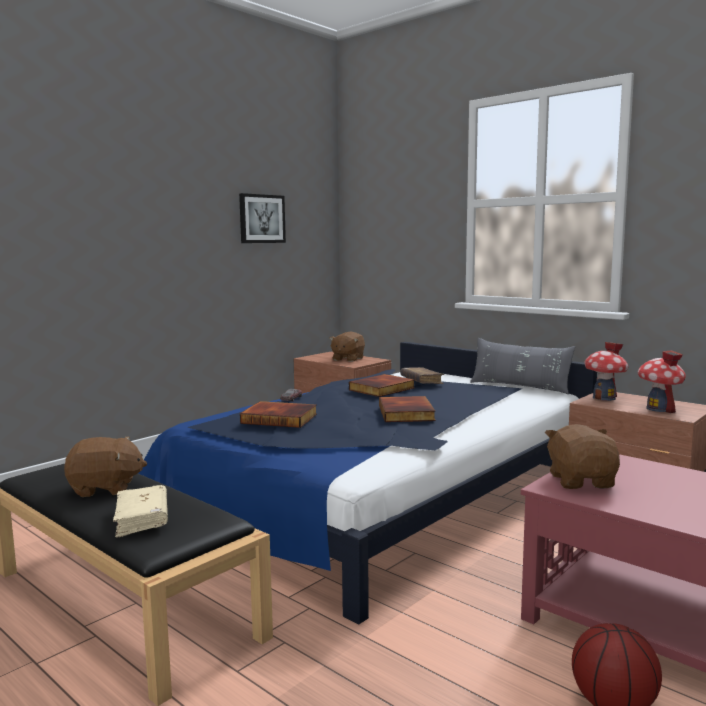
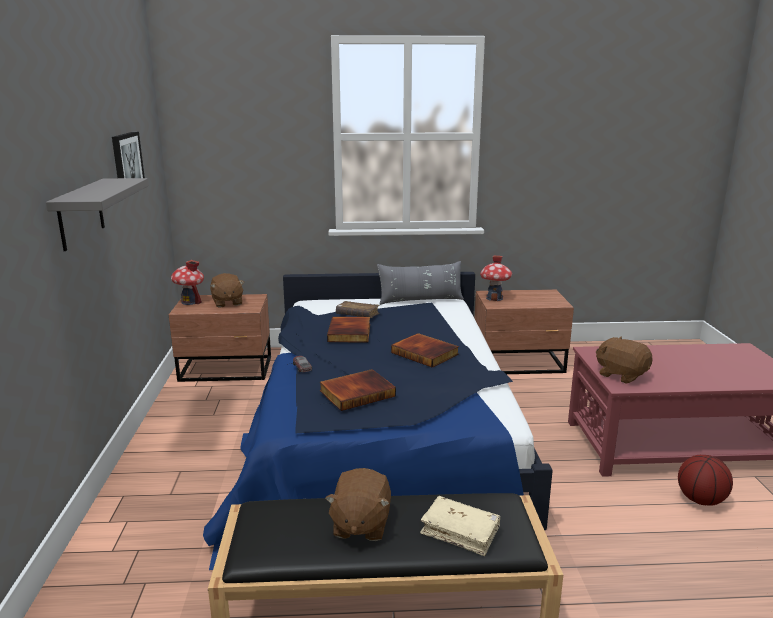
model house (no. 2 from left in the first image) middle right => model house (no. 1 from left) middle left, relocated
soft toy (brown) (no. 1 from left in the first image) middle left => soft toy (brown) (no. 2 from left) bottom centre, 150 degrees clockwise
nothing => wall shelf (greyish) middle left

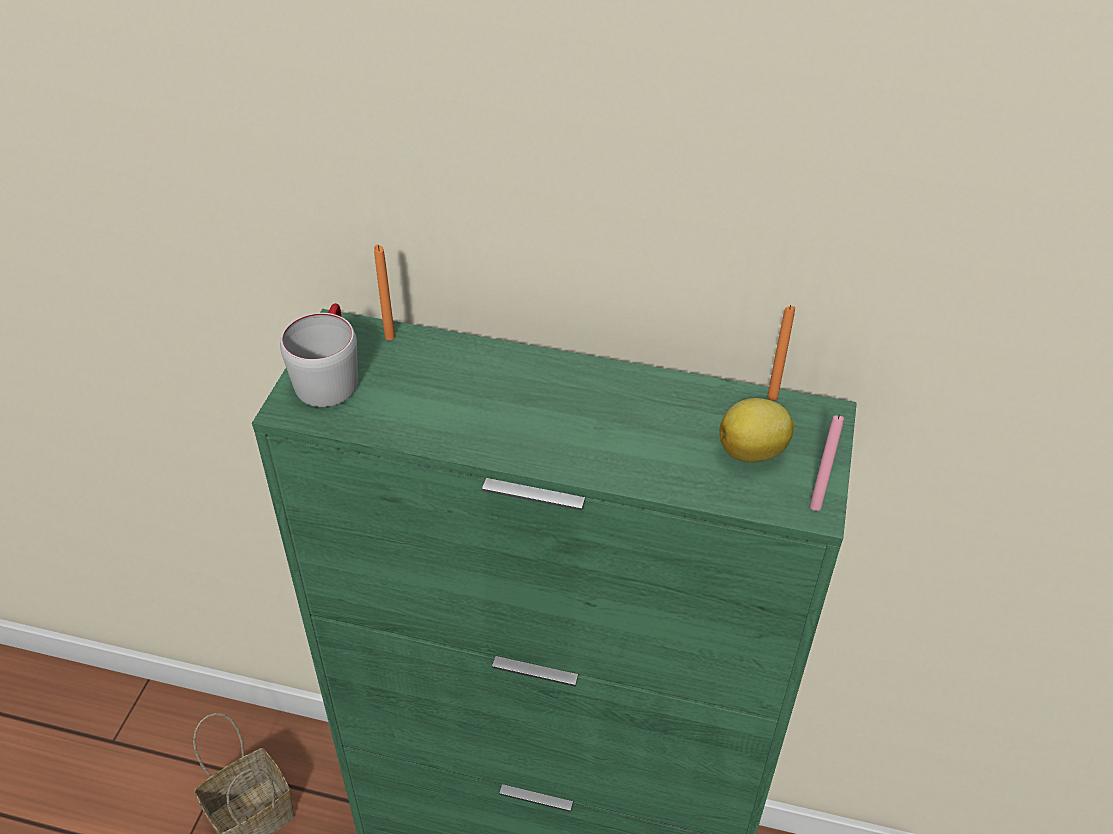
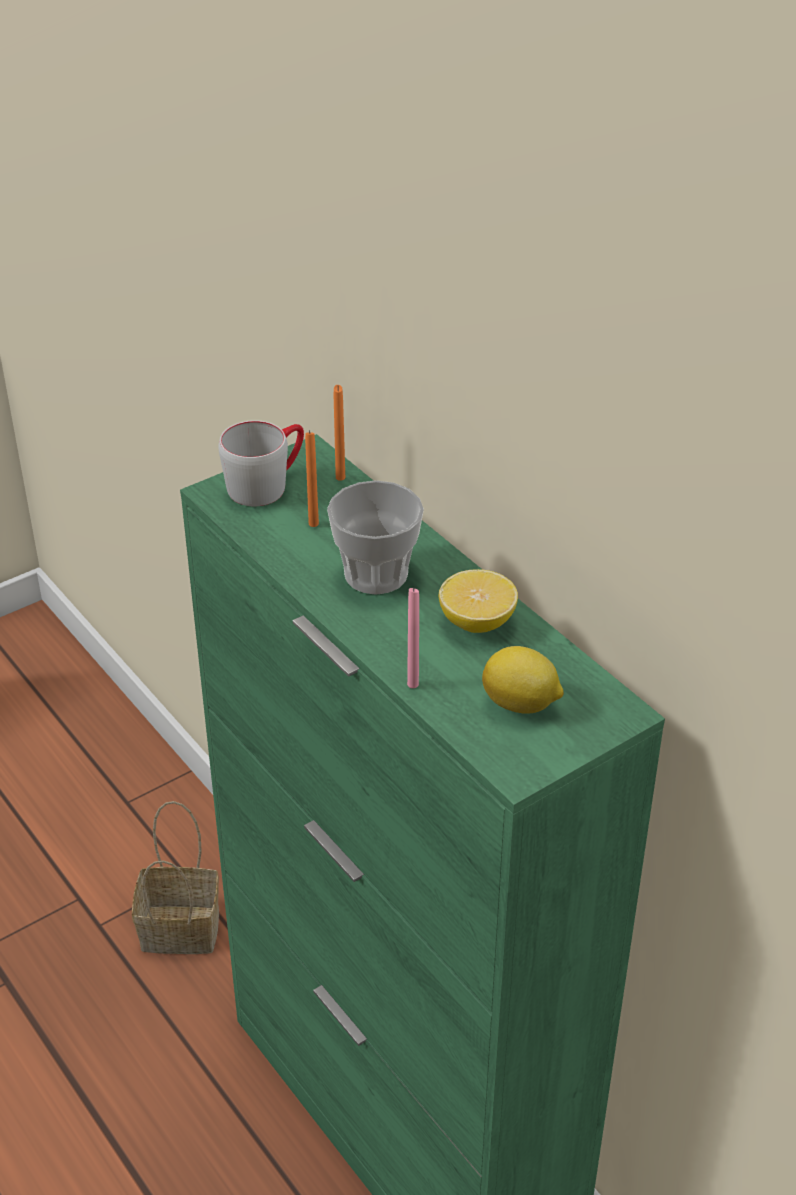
wax candle (orangey) (no. 2 from left in the first image) middle right => wax candle (orangey) (no. 1 from left) centre, relocated
wax candle (pink) middle right => wax candle (pink) centre, relocated
nothing => drinking cup centre
nothing => citrus fruit (no. 1 from left) centre

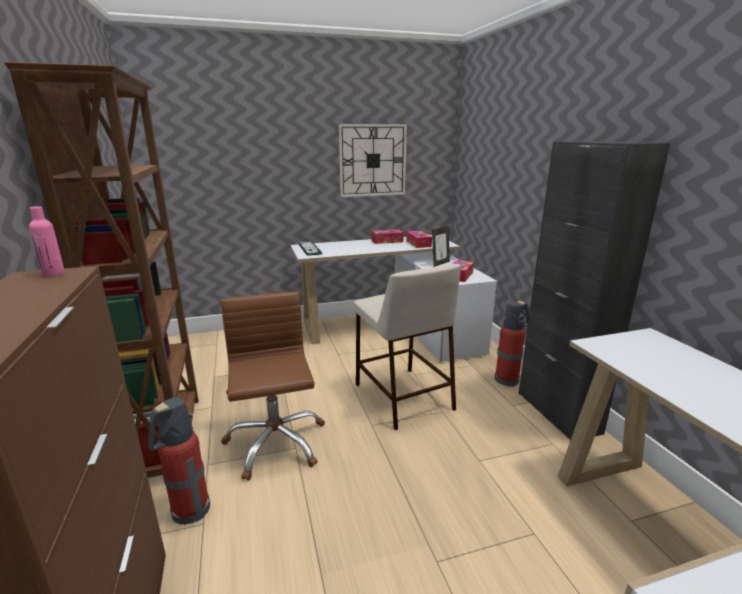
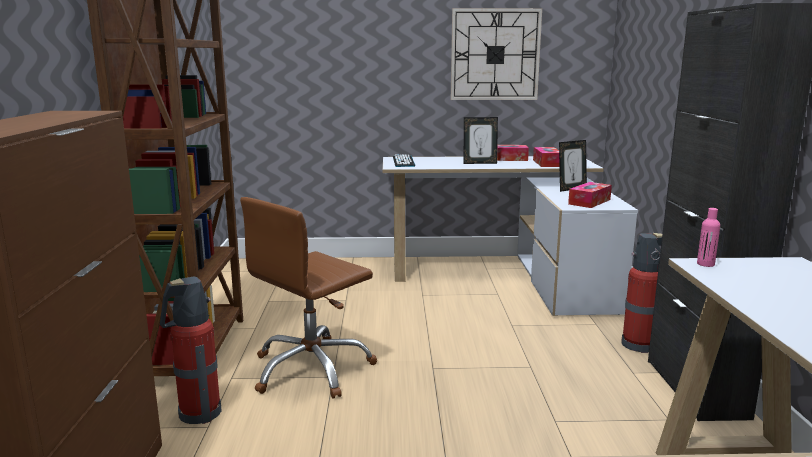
beverage bottle (pink) middle left => beverage bottle (pink) middle right, relocated
sitting stool (beige-coloured) centre => nothing
office chair (brown) centre, 135 degrees counterclockwise
nothing => photo frame (no. 1 from left) top centre

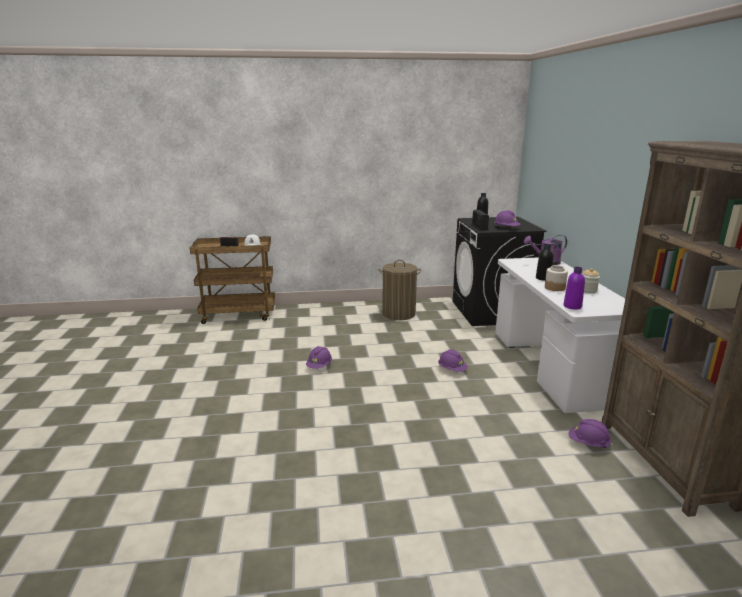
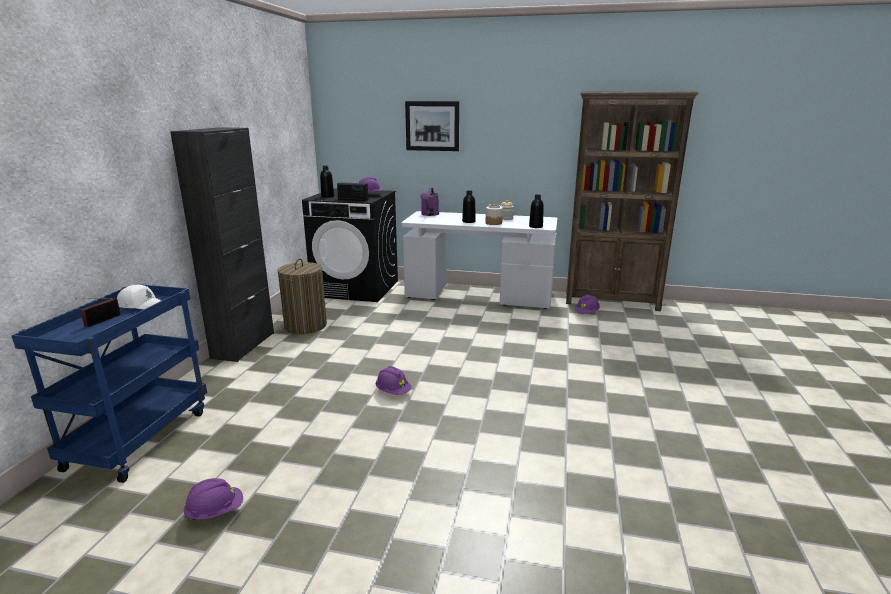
cart (brown) middle left => cart (blue) middle left
beverage bottle (purple-coloured) middle right => beverage bottle (black-coloured) (no. 3 from left) centre
work helmet (purple-coloured) (no. 2 from left in the first image) centre => work helmet (purple-coloured) (no. 1 from left) bottom left, relocated
nothing => wall picture top centre
nothing => storage cabinet (black-coloured) middle left

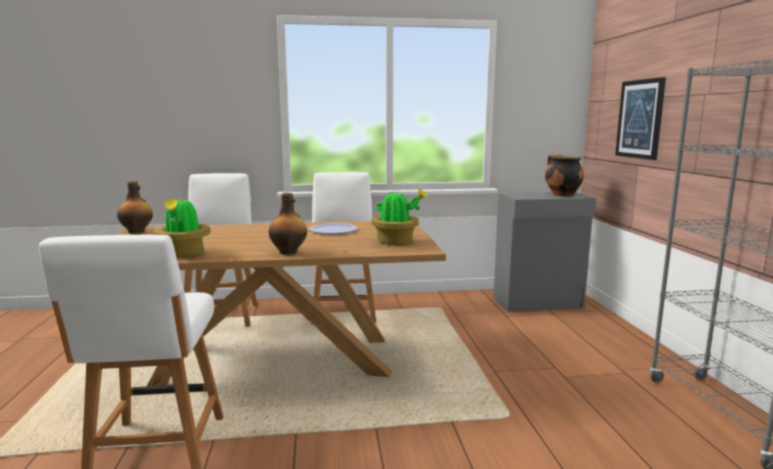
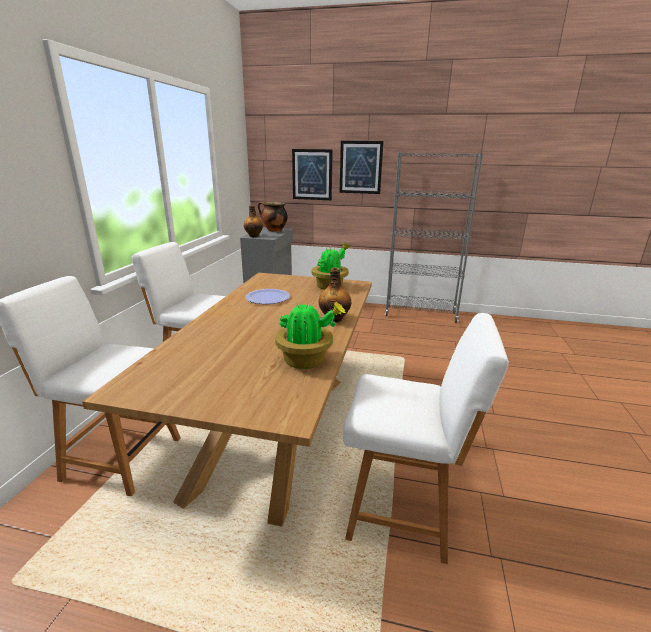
beverage bottle (no. 1 from left) middle left => beverage bottle (no. 1 from left) centre, relocated
nothing => wall picture (no. 2 from left) top centre

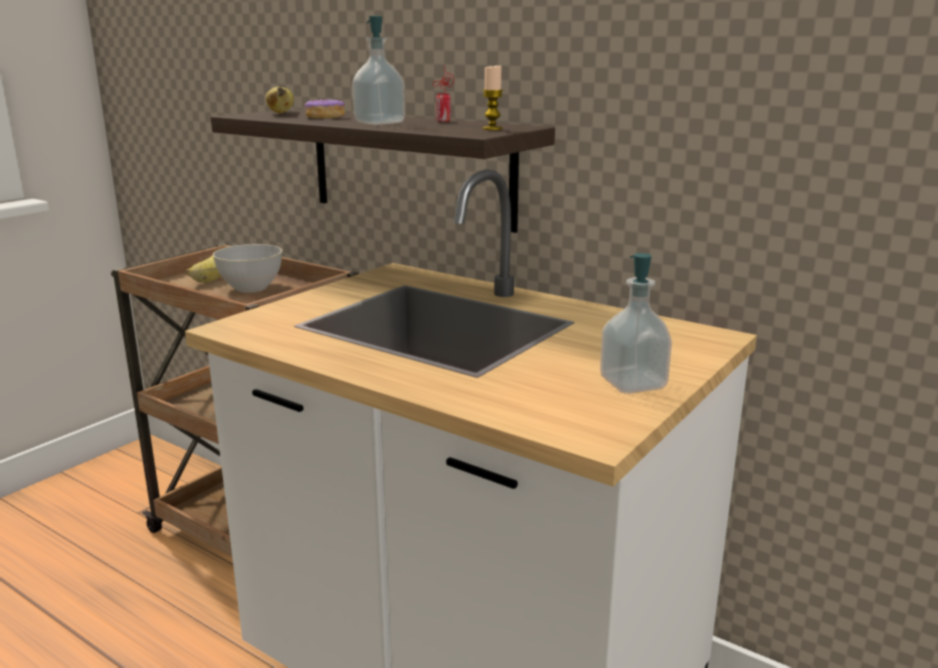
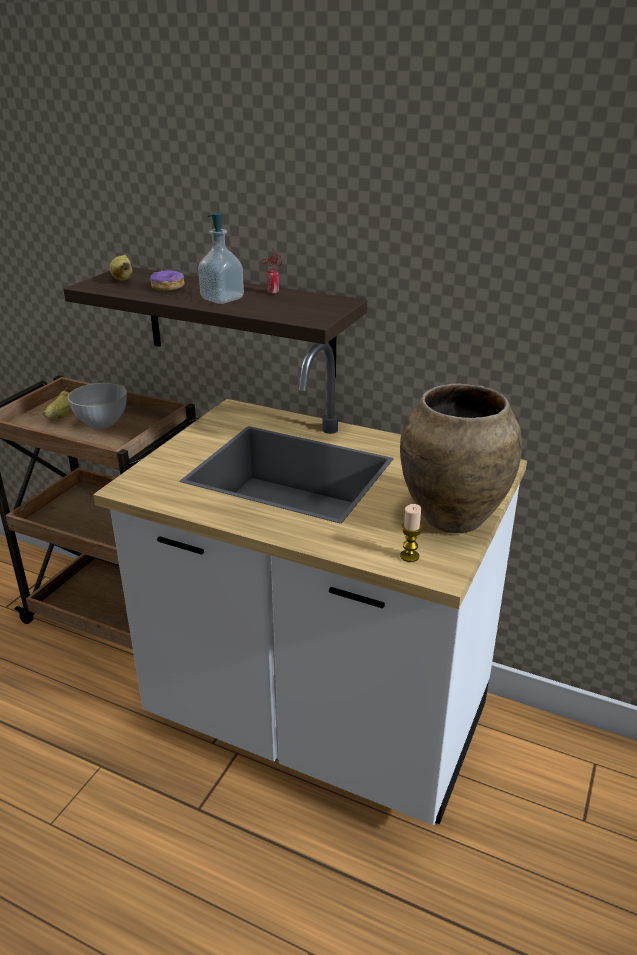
wax candle top centre => wax candle centre, relocated
soap dispenser (no. 2 from left) middle right => flower vase (brown) middle right

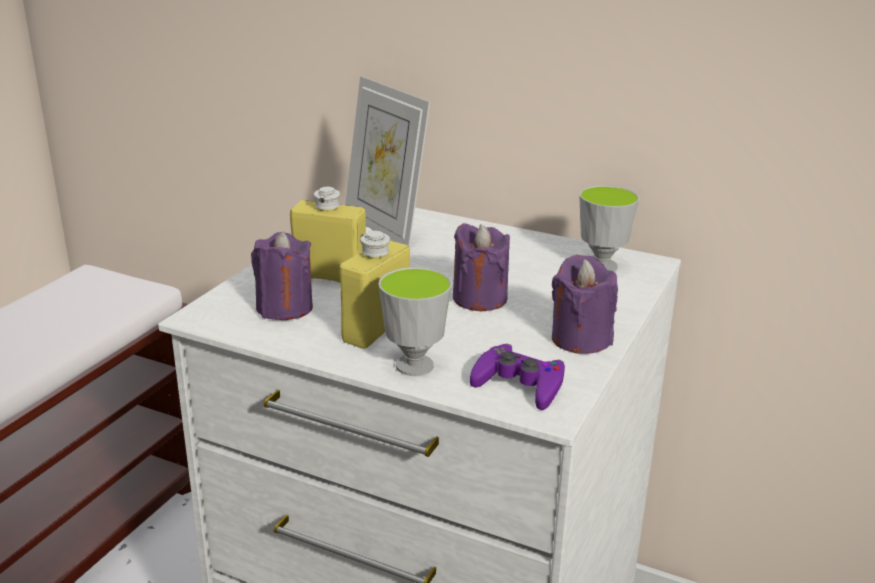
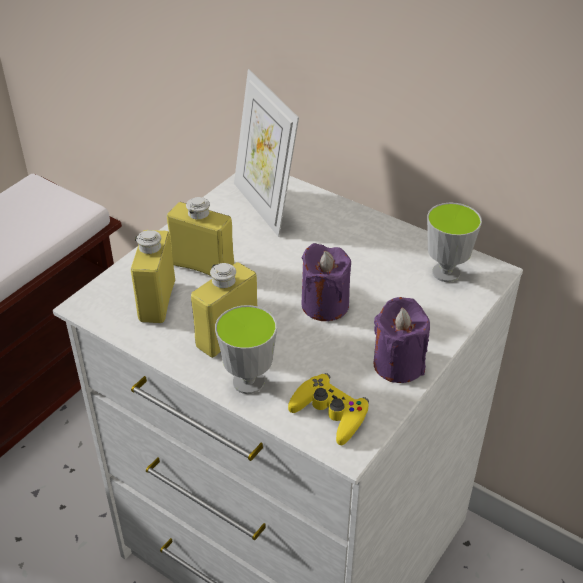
wax candle (purple-coloured) (no. 1 from left) middle left => beverage bottle (yellowish) (no. 1 from left) middle left
joypad (purple-coloured) centre => joypad (yellowish) bottom centre

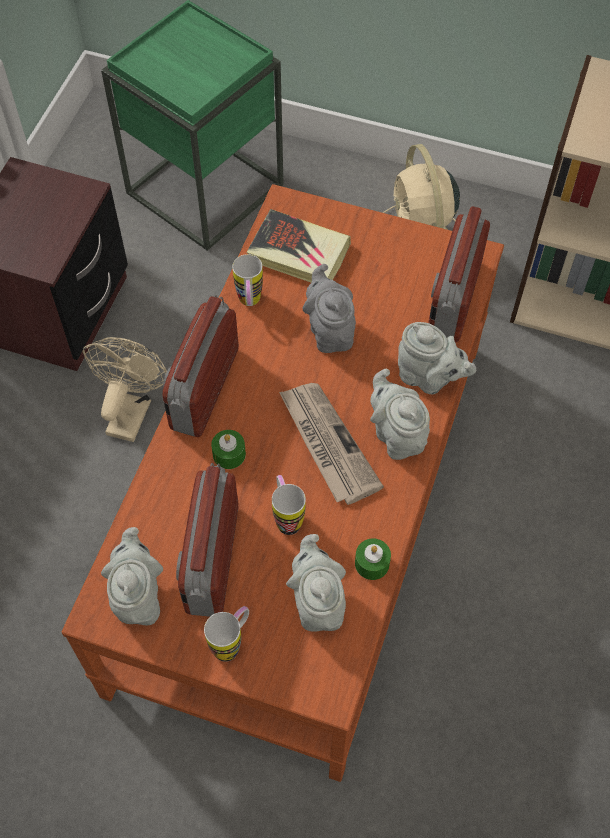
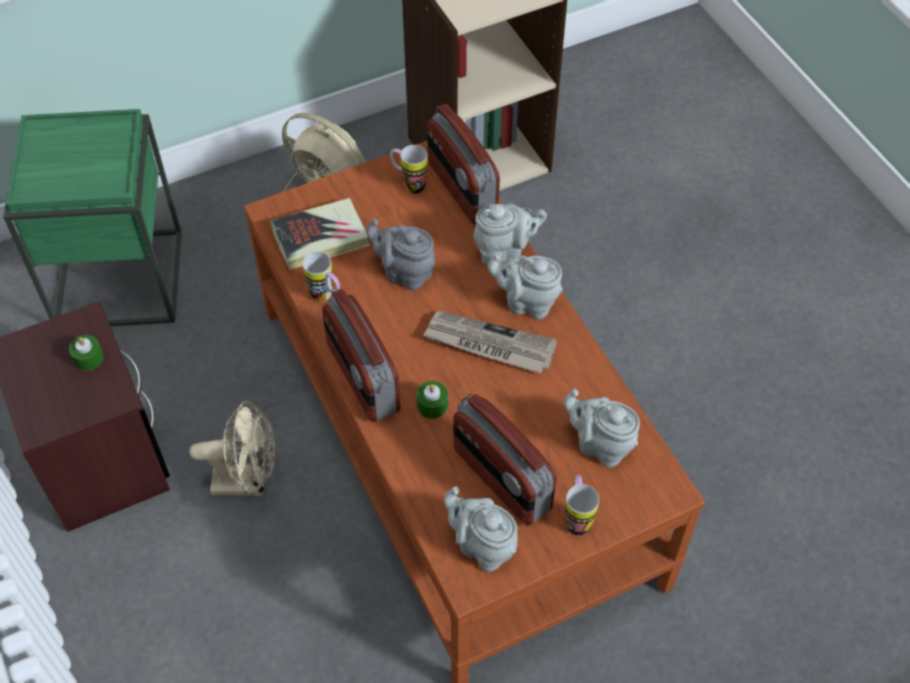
cooling fan (beige-coloured) (no. 1 from left) middle left, 120 degrees clockwise
coffee mug (no. 3 from left in the first image) centre => coffee mug (no. 2 from left) top centre, relocated
wax candle (greenish) (no. 2 from left in the first image) bottom centre => wax candle (greenish) (no. 1 from left) middle left, relocated

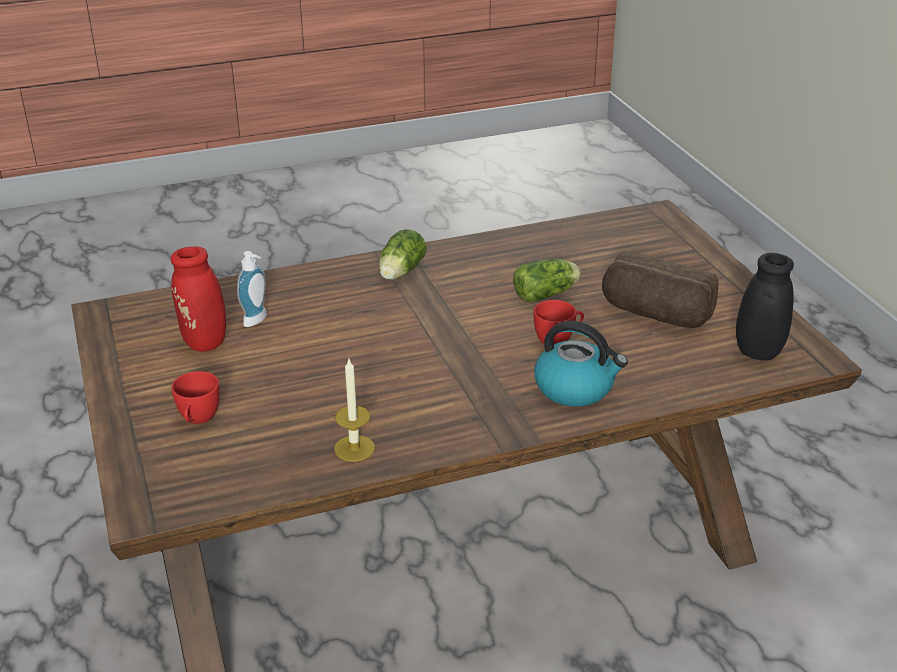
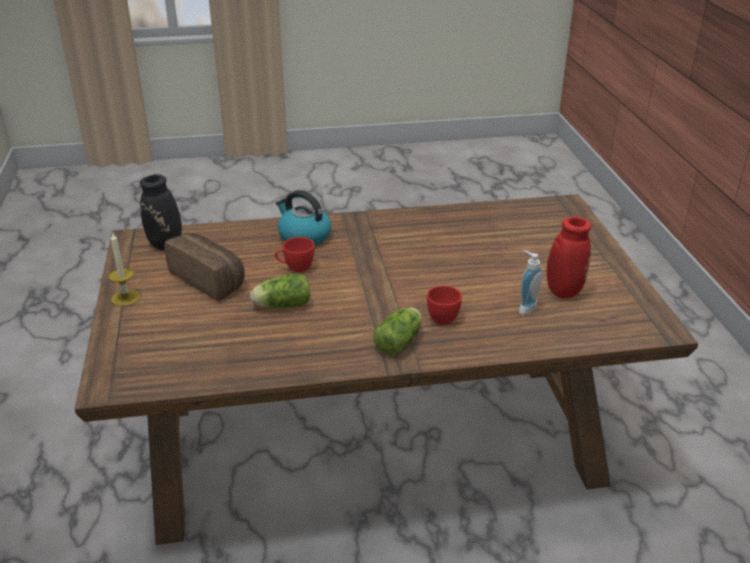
wax candle centre => wax candle middle left, relocated
drinking cup (reddish) (no. 1 from left in the first image) middle left => drinking cup (reddish) (no. 2 from left) centre, relocated

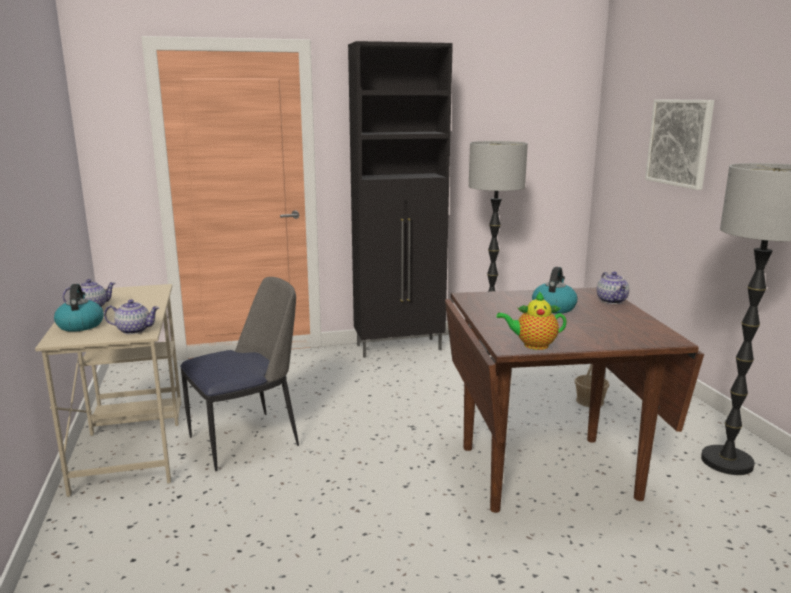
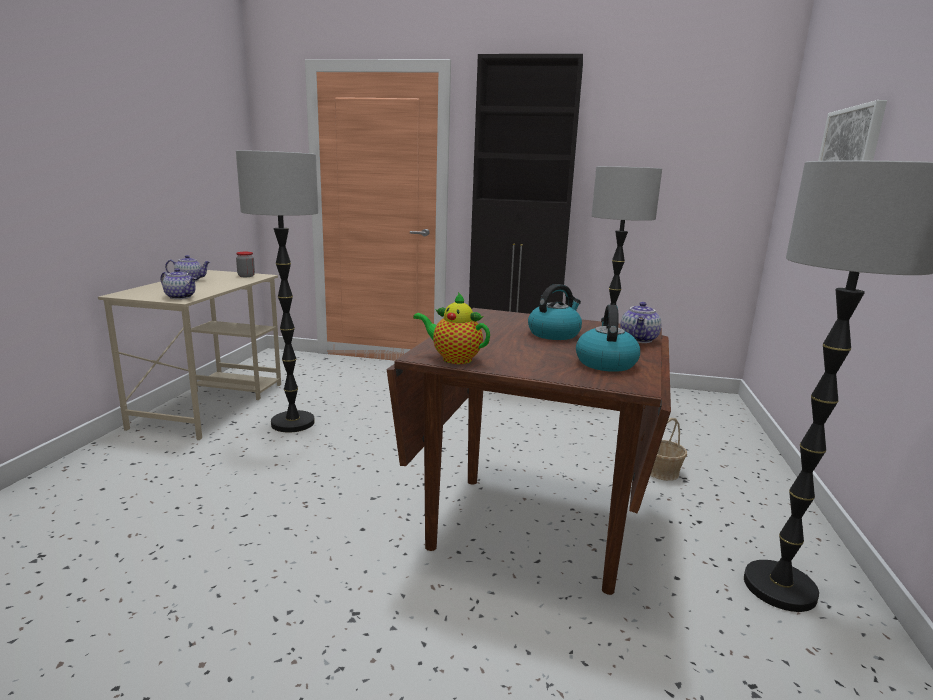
upright chair middle left => floor lamp (no. 1 from left) middle left
tea kettle (no. 1 from left in the first image) middle left => tea kettle (no. 2 from left) centre, relocated
nothing => preserve jar middle left

